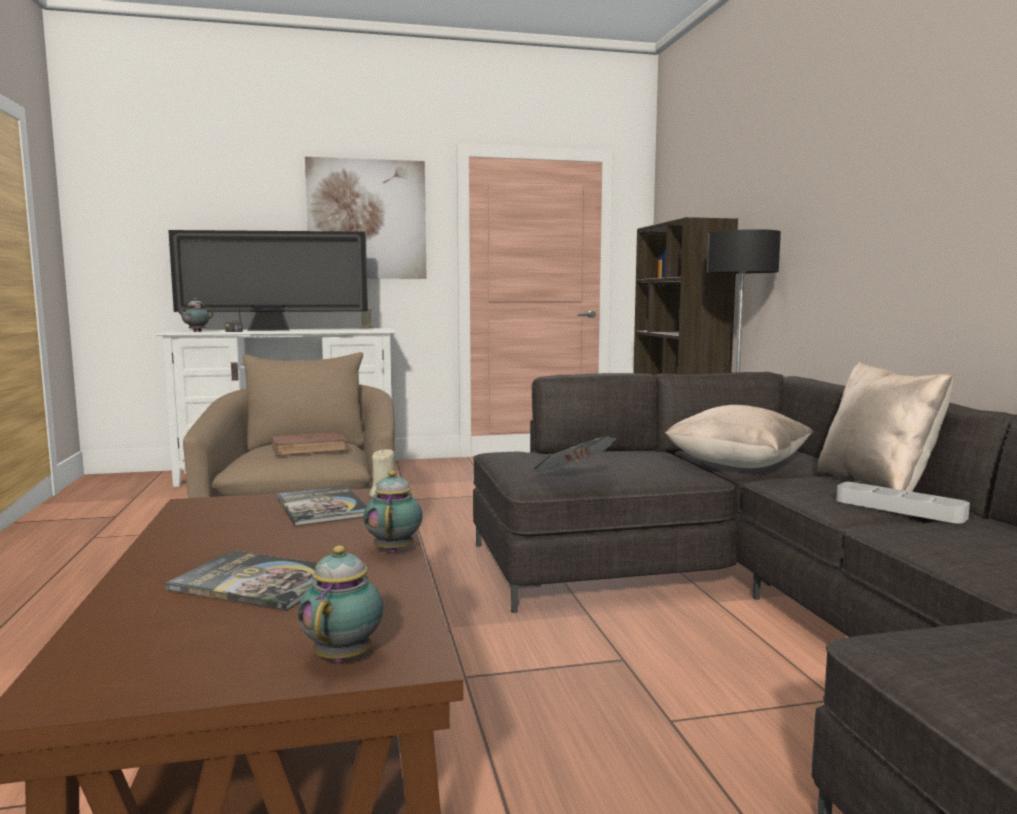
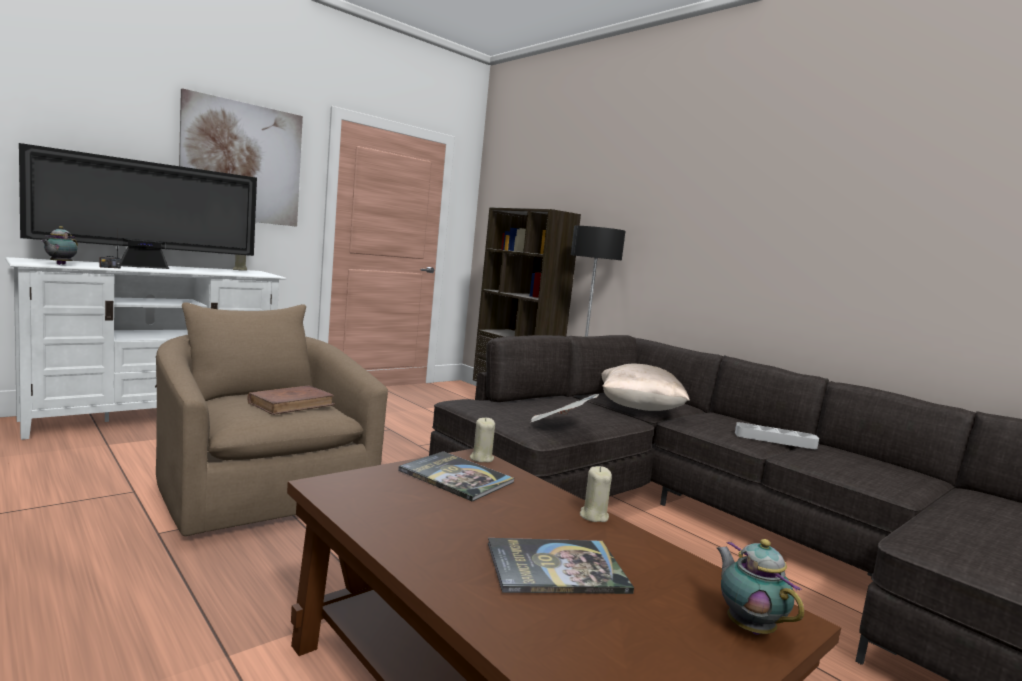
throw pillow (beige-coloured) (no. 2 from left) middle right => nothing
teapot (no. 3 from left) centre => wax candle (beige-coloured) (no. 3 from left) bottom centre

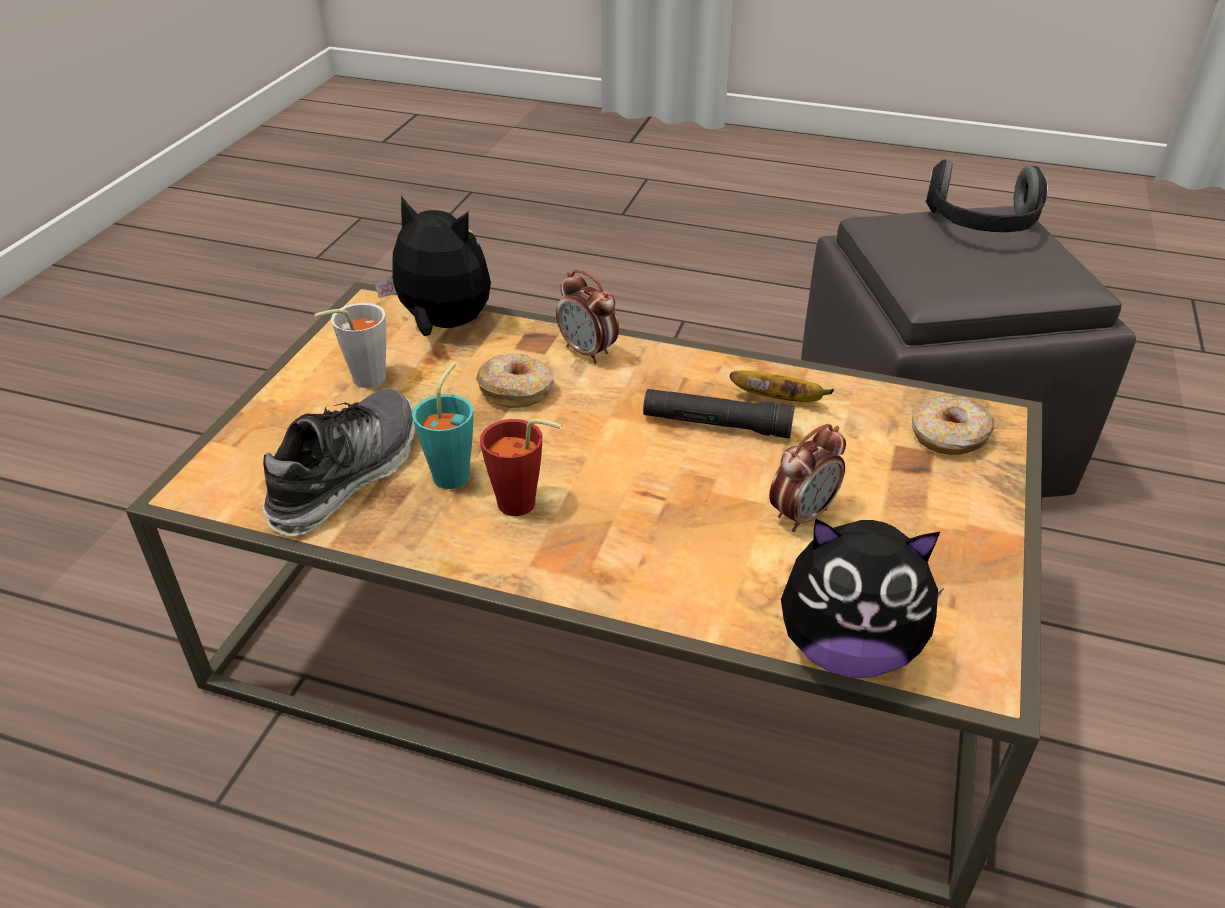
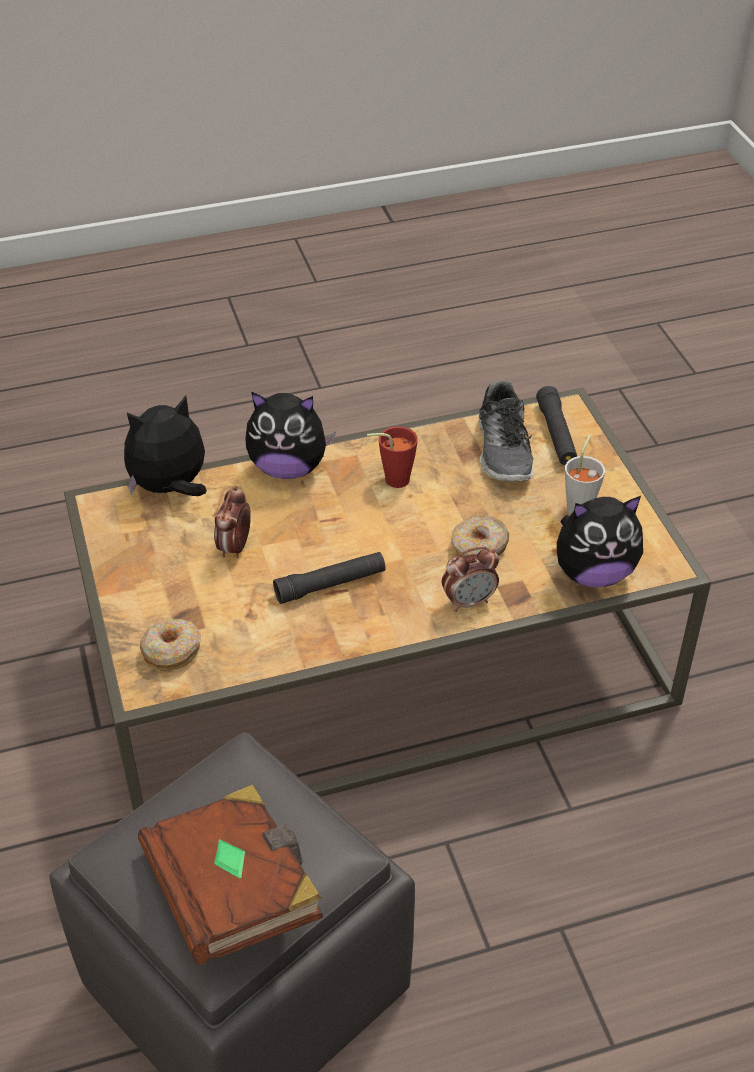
headset top right => volume (brown) bottom left
bedside clock (no. 1 from left in the first image) centre => bedside clock (no. 2 from left) centre, 150 degrees clockwise
drinking cup (turquoise-coloured) centre => nothing
whole banana centre => nothing
nothing => hand torch (black-coloured) (no. 2 from left) middle right
nothing => soft toy (no. 2 from left) centre

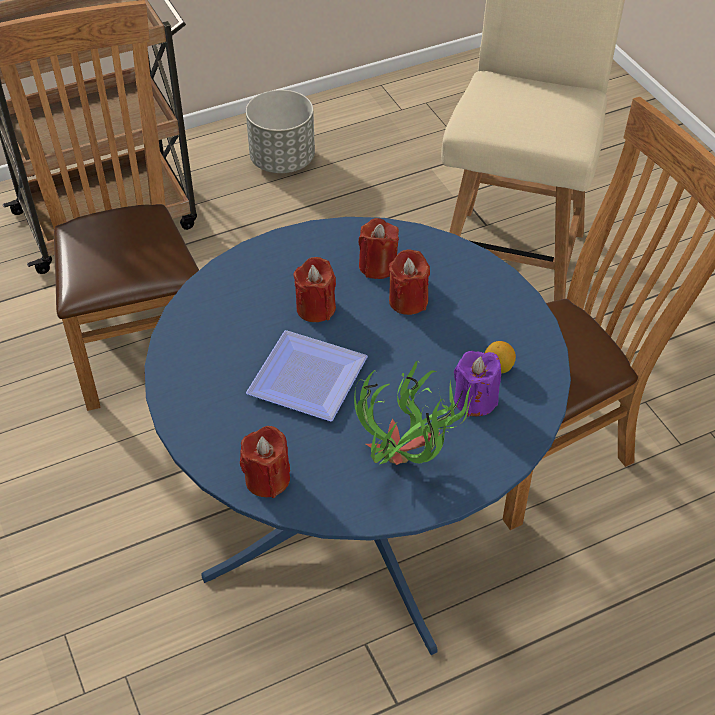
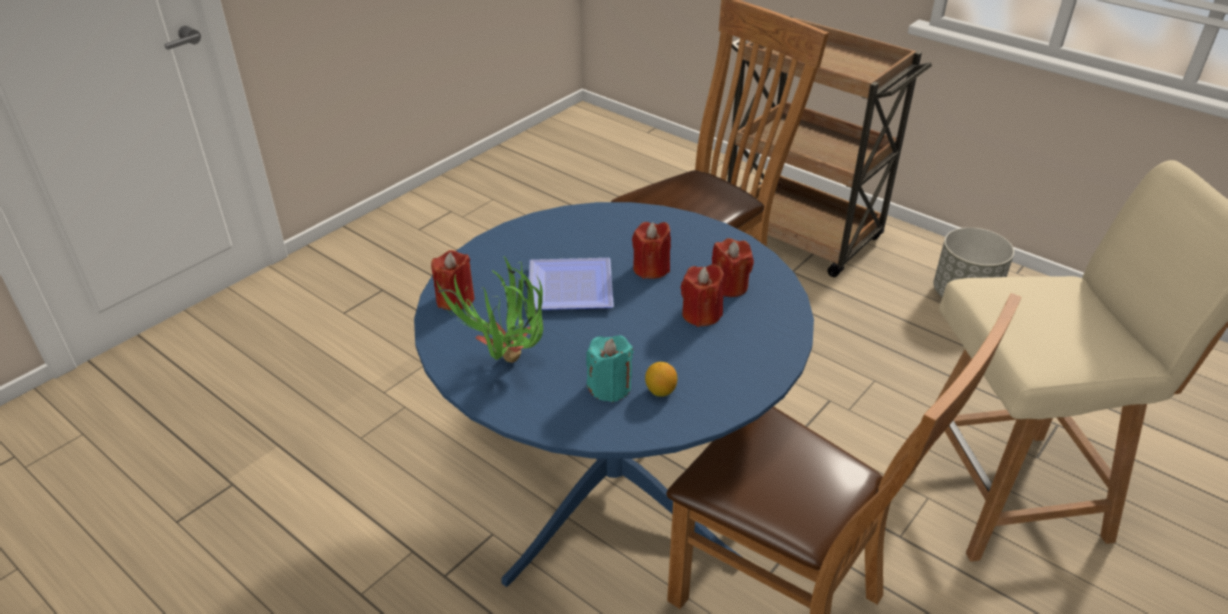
wax candle (purple-coloured) middle right => wax candle (turquoise-coloured) centre

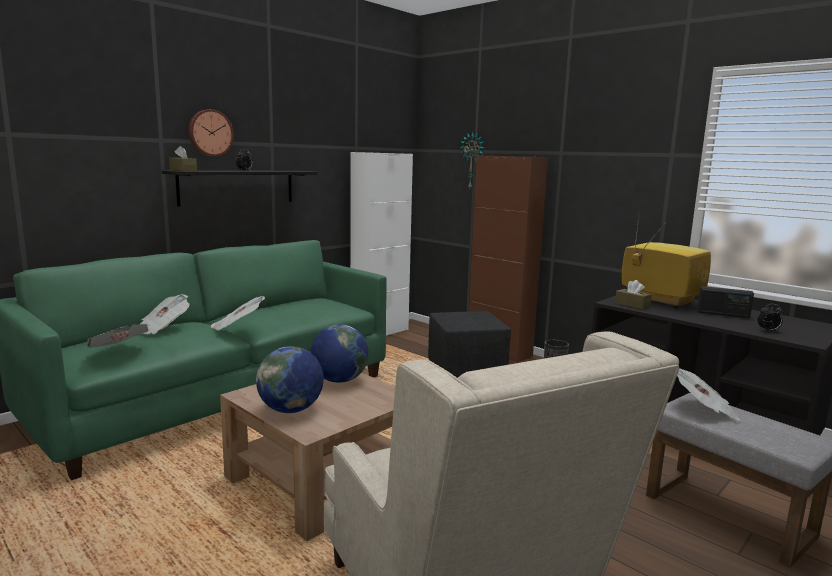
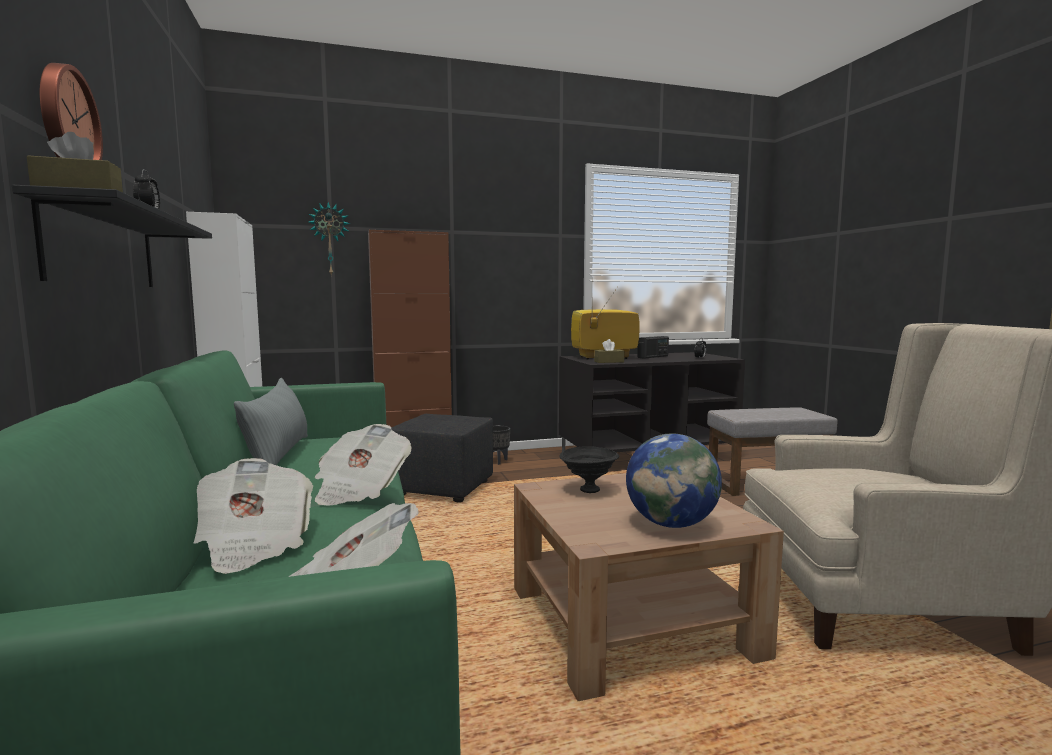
world globe (no. 2 from left) centre => serving bowl (black-coloured) centre
printed paper (no. 4 from left) bottom right => nothing
nothing => throw pillow (greyish) middle left

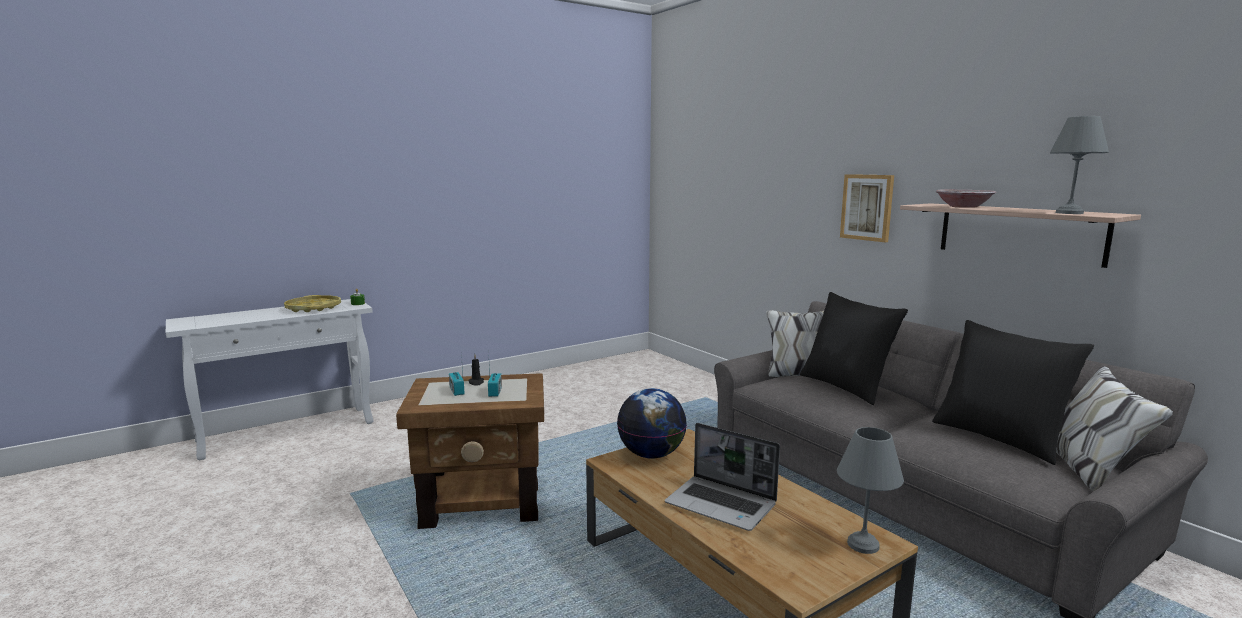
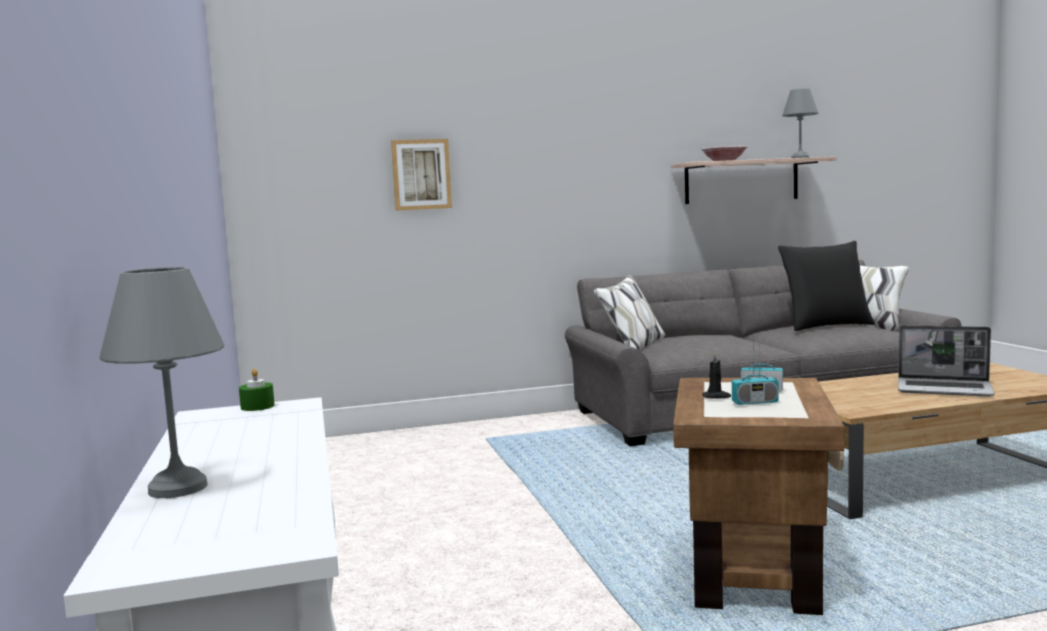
wall picture middle right => wall picture top centre, relocated
throw pillow (black-coloured) (no. 1 from left) middle right => nothing
carrying tray (yellowish) middle left => nothing
world globe bottom centre => nothing
notebook computer bottom centre => notebook computer middle right, 60 degrees clockwise
table lamp (greyish) (no. 1 from left) bottom right => table lamp (greyish) (no. 1 from left) middle left, relocated

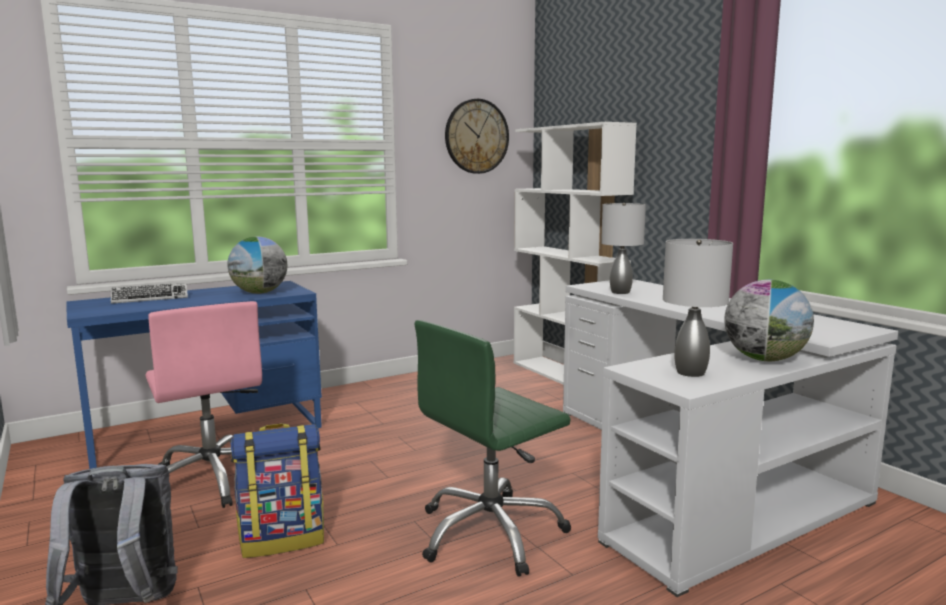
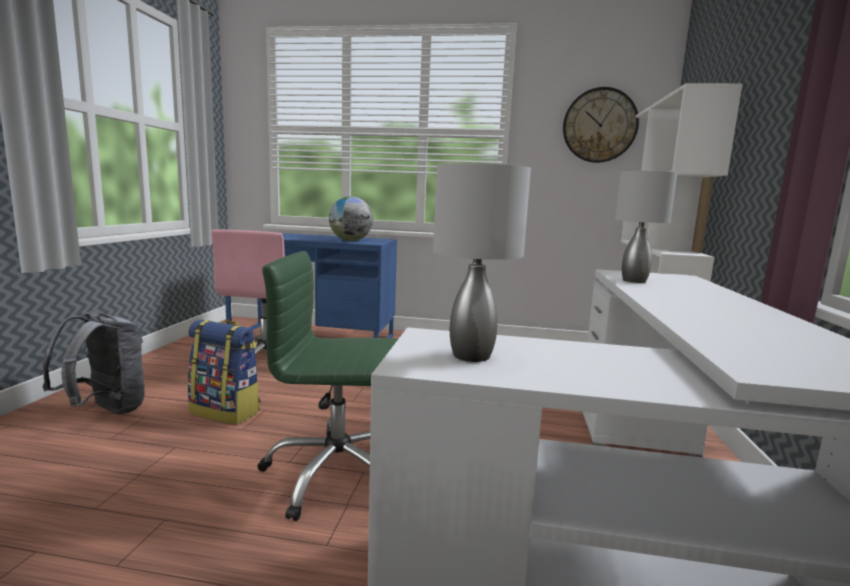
world globe (no. 2 from left) middle right => nothing
keyboard middle left => nothing

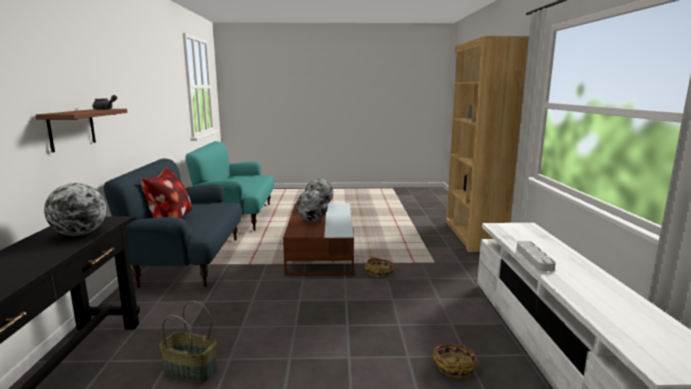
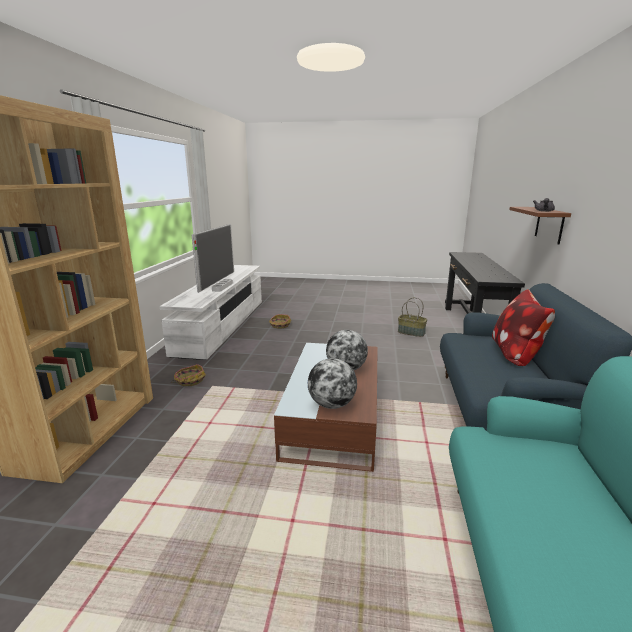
world globe (no. 1 from left) middle left => nothing
storage basket (no. 2 from left in the first image) bottom centre => storage basket (no. 1 from left) middle left, relocated
nothing => television centre

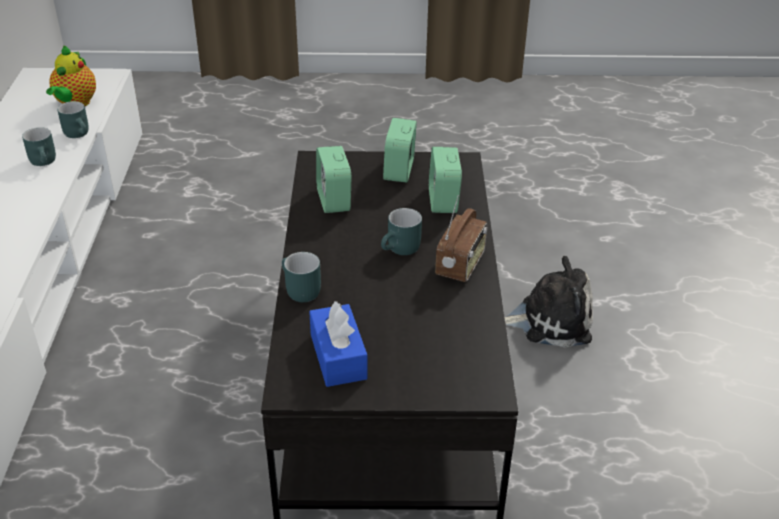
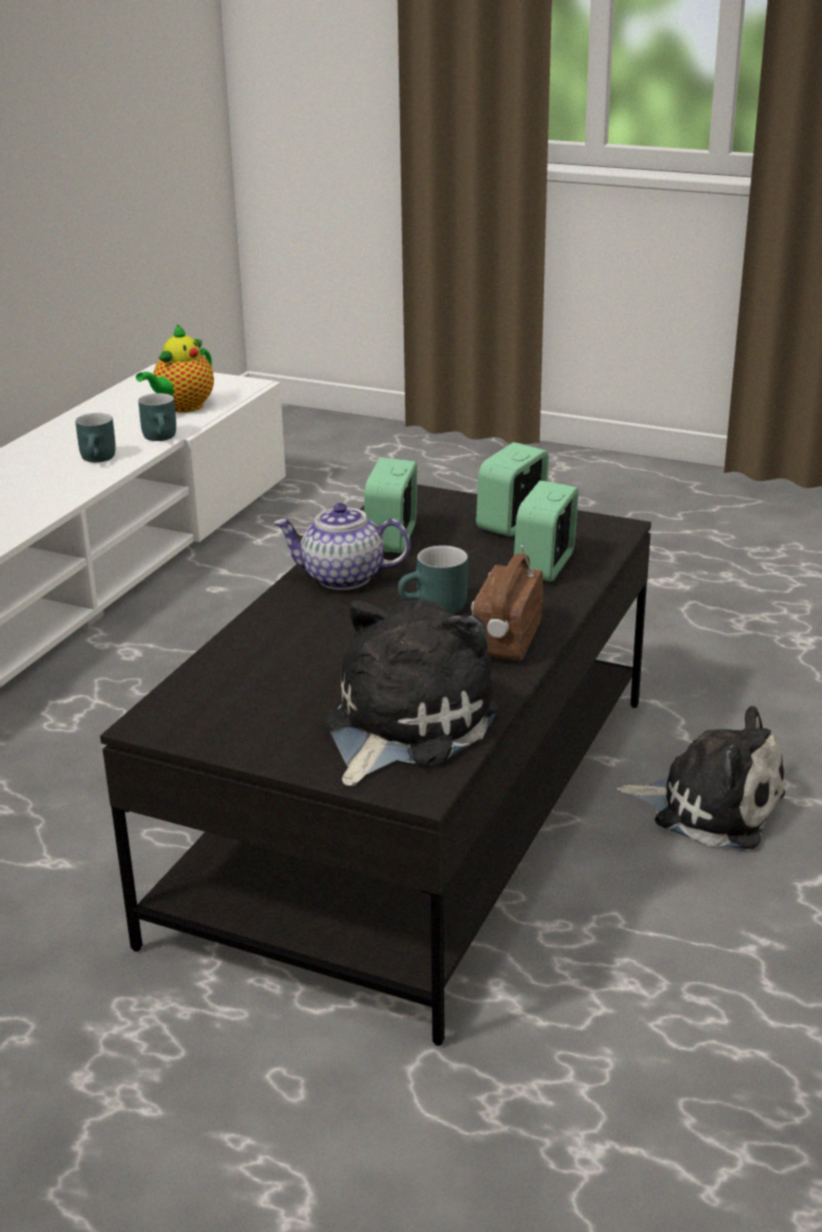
radio set centre, 150 degrees clockwise
coffee mug (turquoise-coloured) (no. 3 from left) centre => nothing
tissue box (blue) centre => nothing
nothing => teapot (no. 2 from left) centre
nothing => soft toy (no. 1 from left) centre

